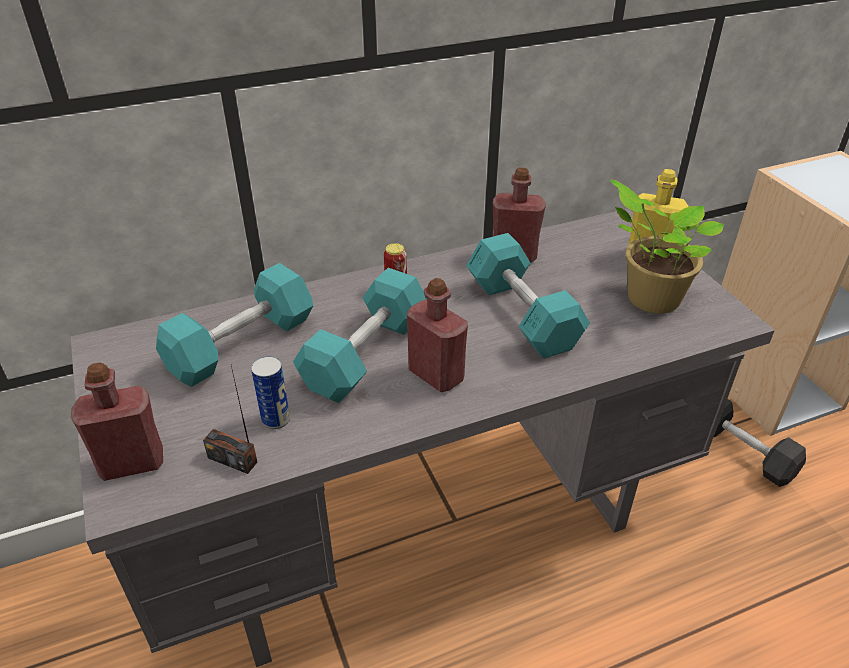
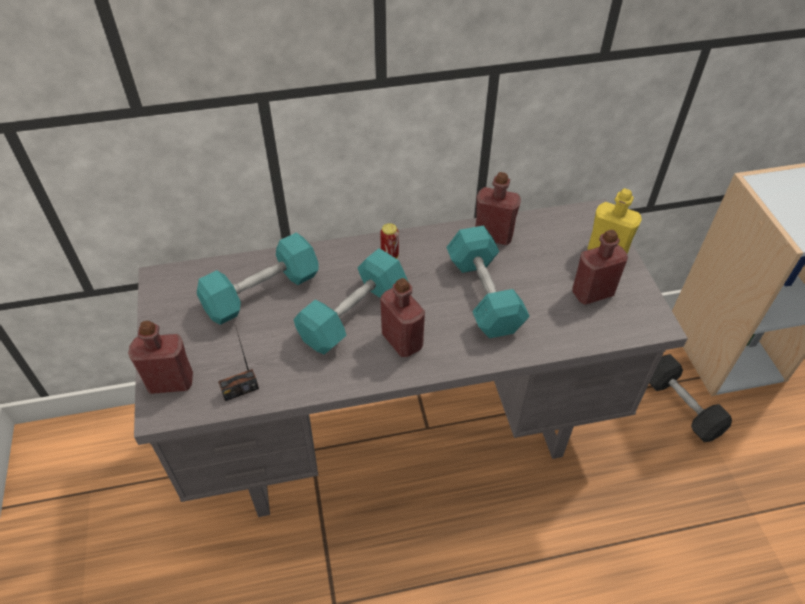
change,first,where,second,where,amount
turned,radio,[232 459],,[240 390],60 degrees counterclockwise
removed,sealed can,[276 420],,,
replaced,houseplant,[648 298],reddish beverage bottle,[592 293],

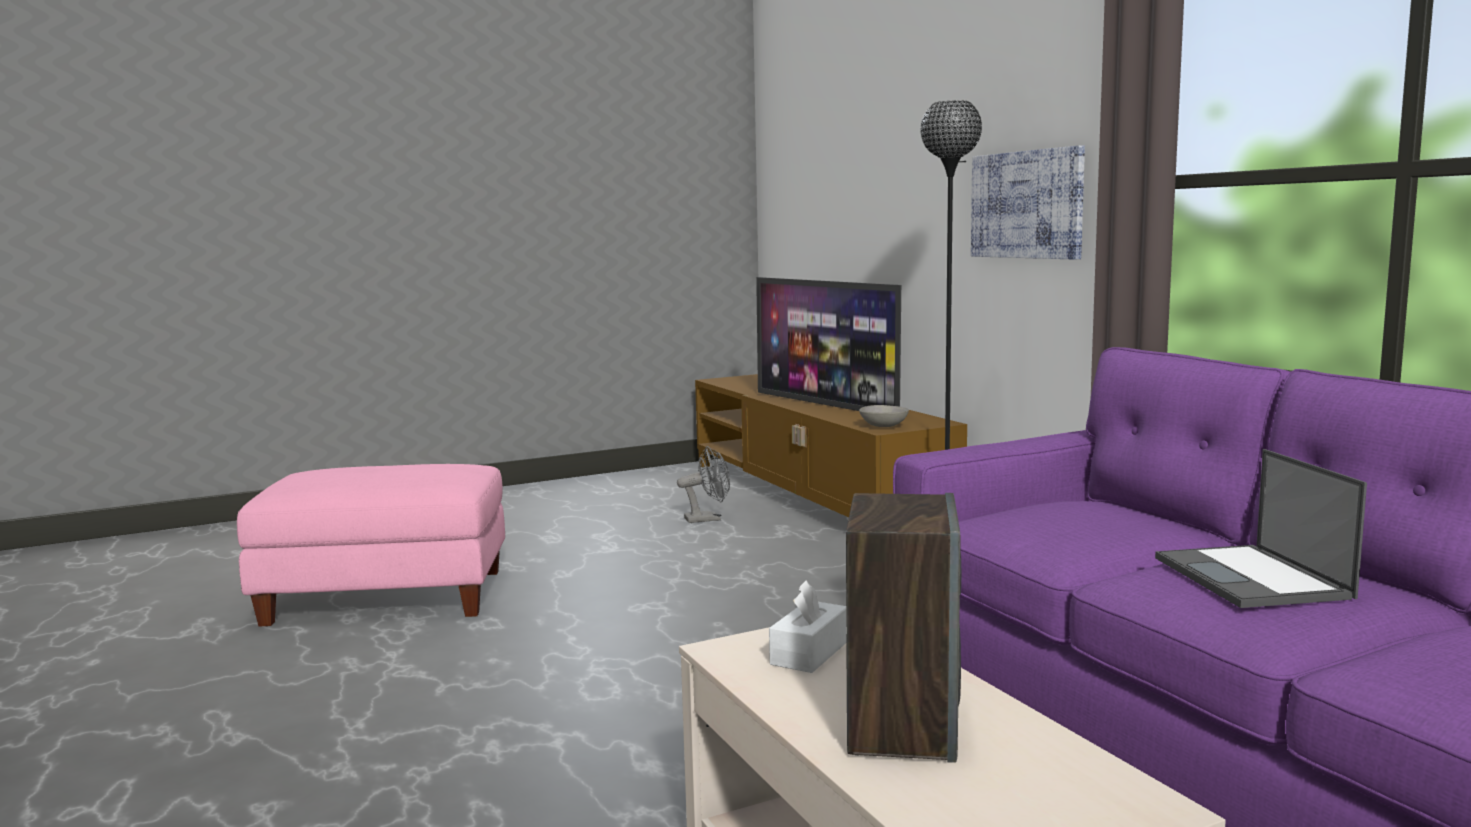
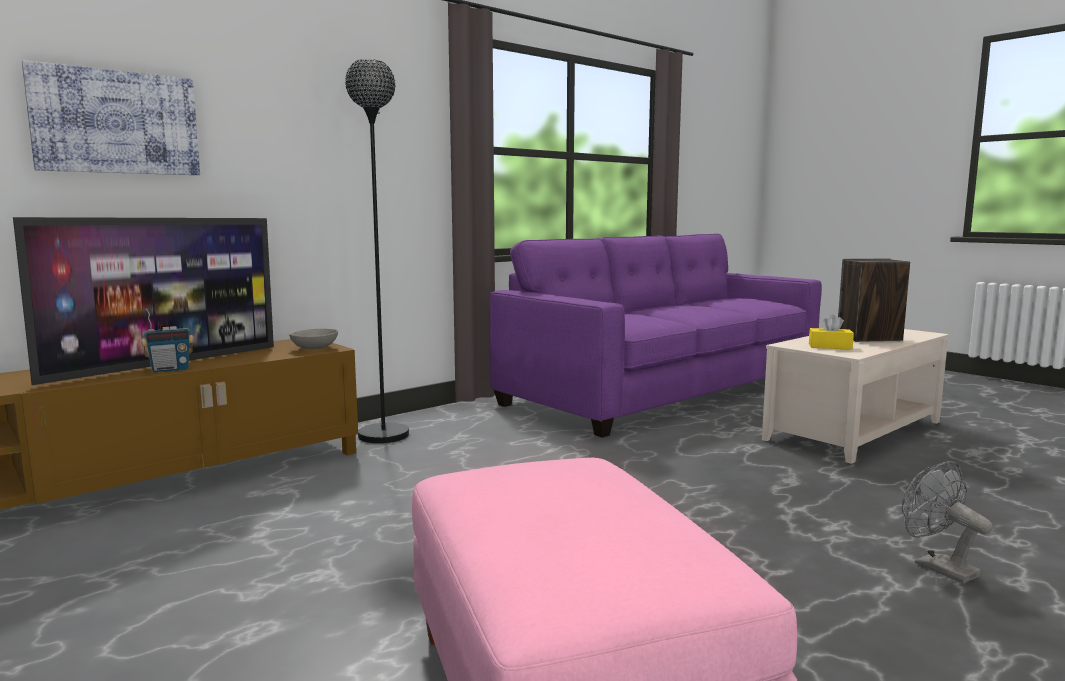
change,first,where,second,where,amount
moved,greyish fan,[708 519],,[937 567],
recoloured,white-coloured tissue box,[809 653],yellowish tissue box,[830 346],
moved,picture,[1027 204],,[116 122],
removed,notebook computer,[1253 578],,,
added,,,radio,[170 370],

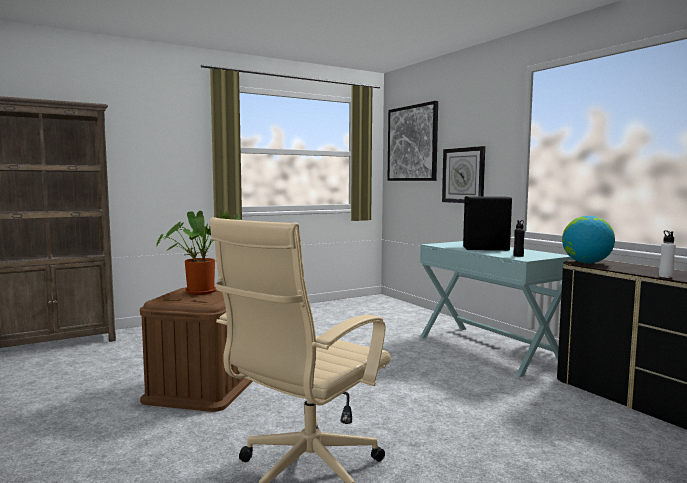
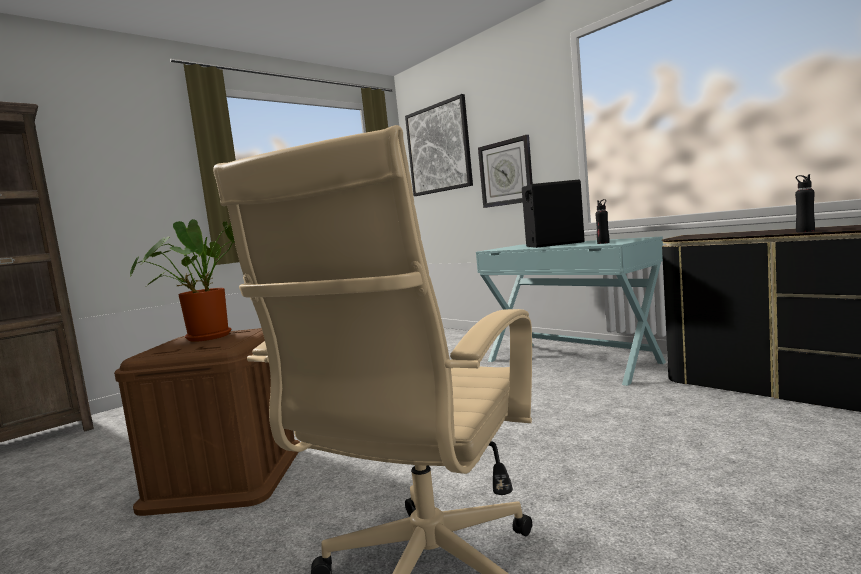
change,first,where,second,where,amount
removed,globe,[586 263],,,
recoloured,white-coloured beverage bottle,[665 276],blackish beverage bottle,[805 231],

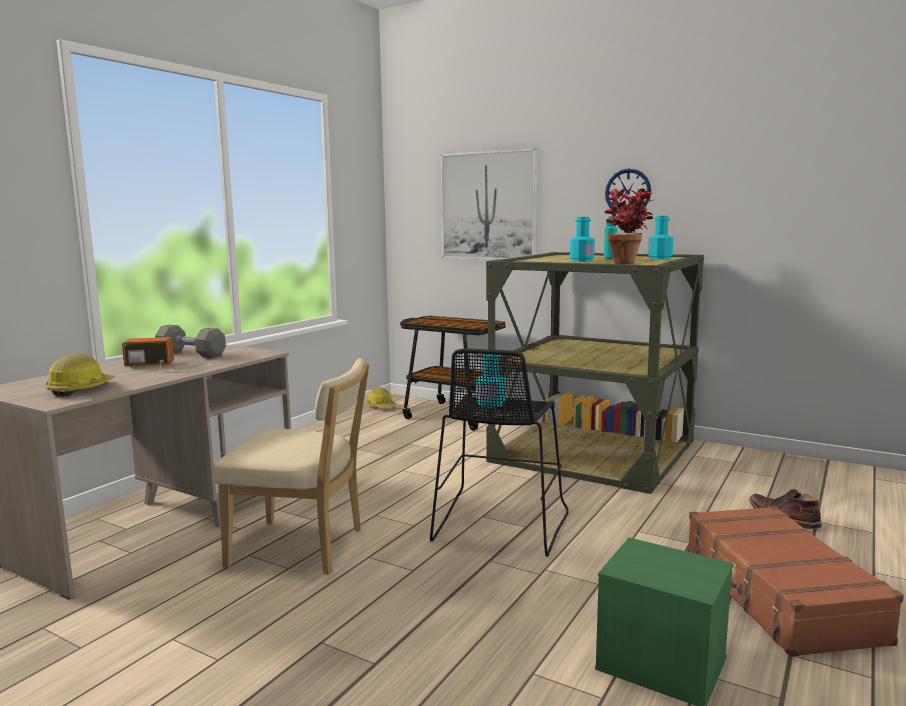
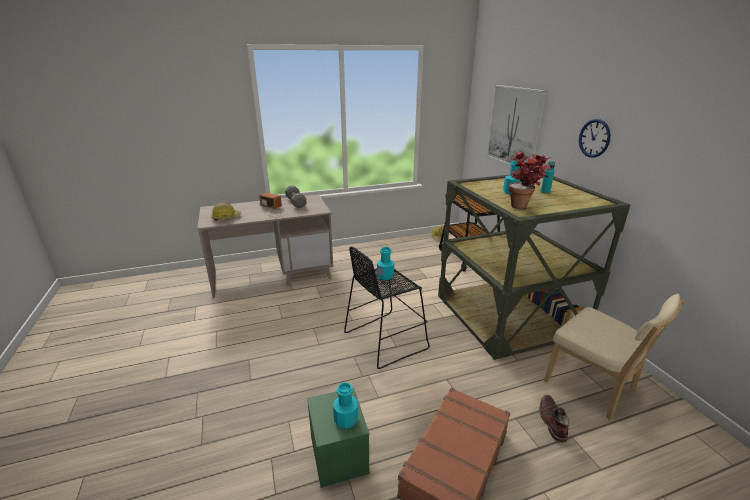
change,first,where,second,where,amount
moved,sand-coloured upright chair,[303 548],,[593 387],
moved,blue-green beverage bottle,[660 258],,[346 420],

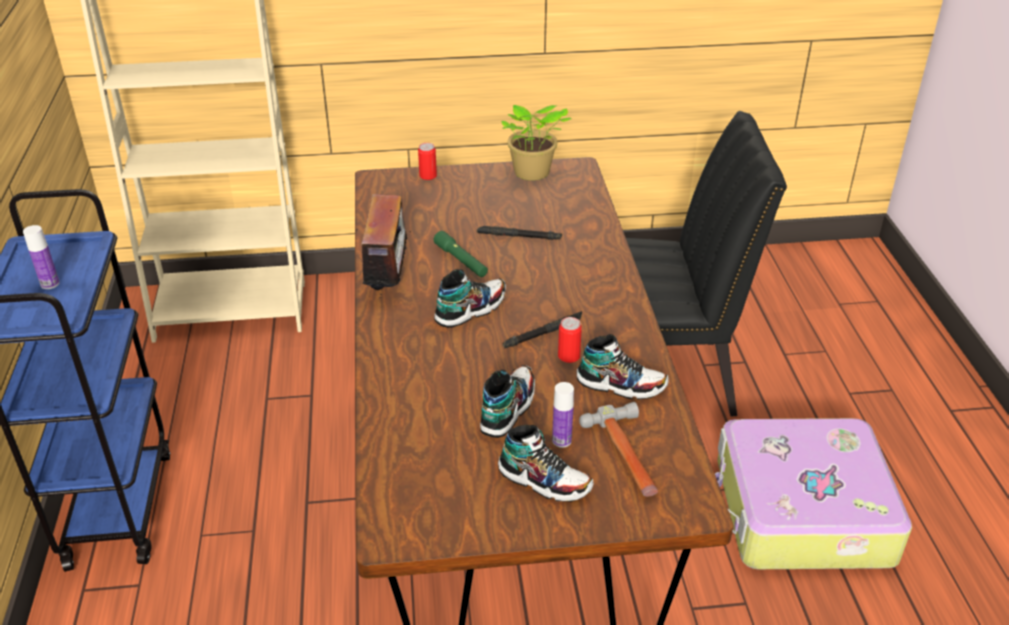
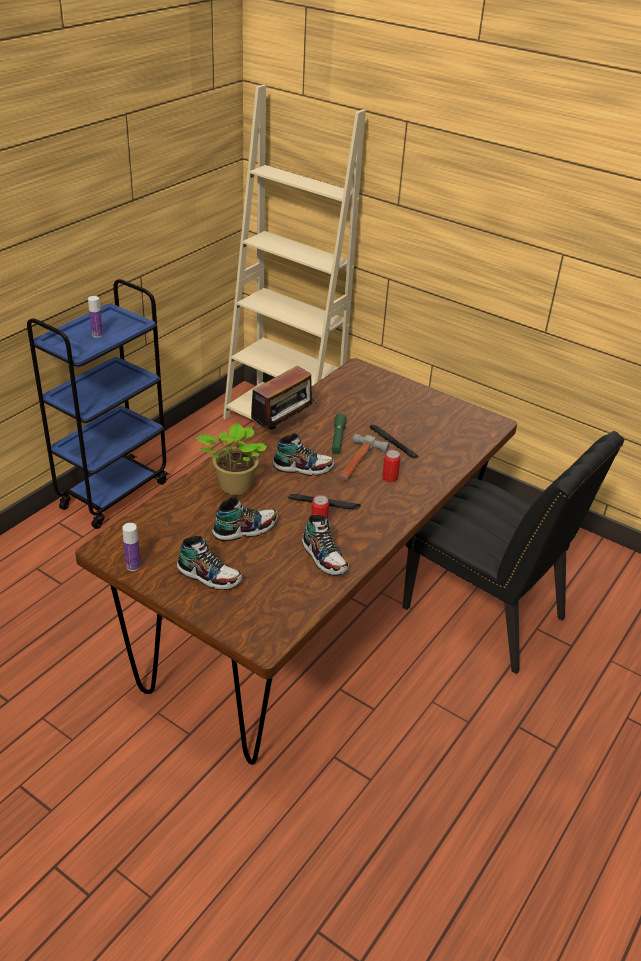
change,first,where,second,where,amount
moved,sealed can,[428 176],,[390 477],
turned,low shoe,[544 481],,[209 576],45 degrees counterclockwise
moved,houseplant,[531 174],,[233 486],
moved,beverage bottle,[561 440],,[133 566],
moved,hammer,[627 456],,[357 463],
removed,piece of luggage,[800 512],,,

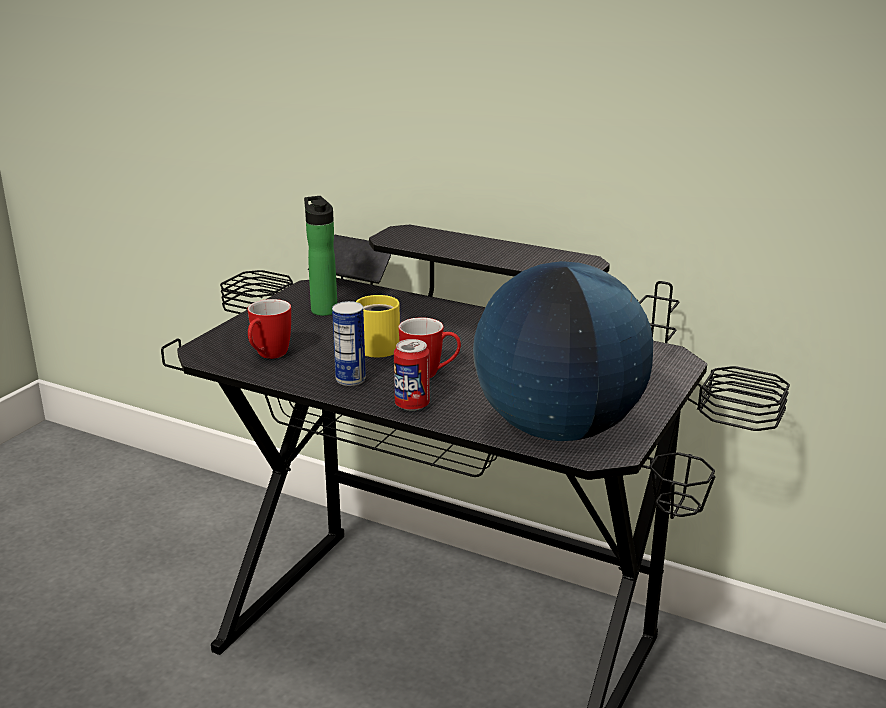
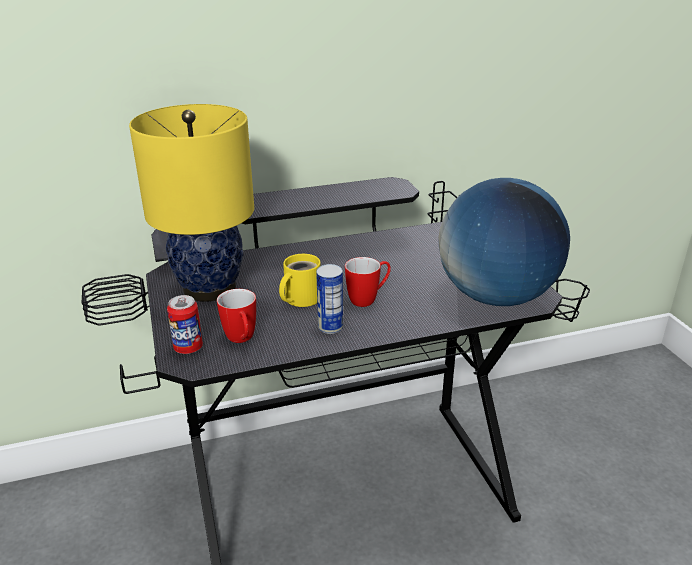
change,first,where,second,where,amount
replaced,beverage bottle,[323 309],yellowish table lamp,[209 287],
moved,sealed can,[412 405],,[188 348],

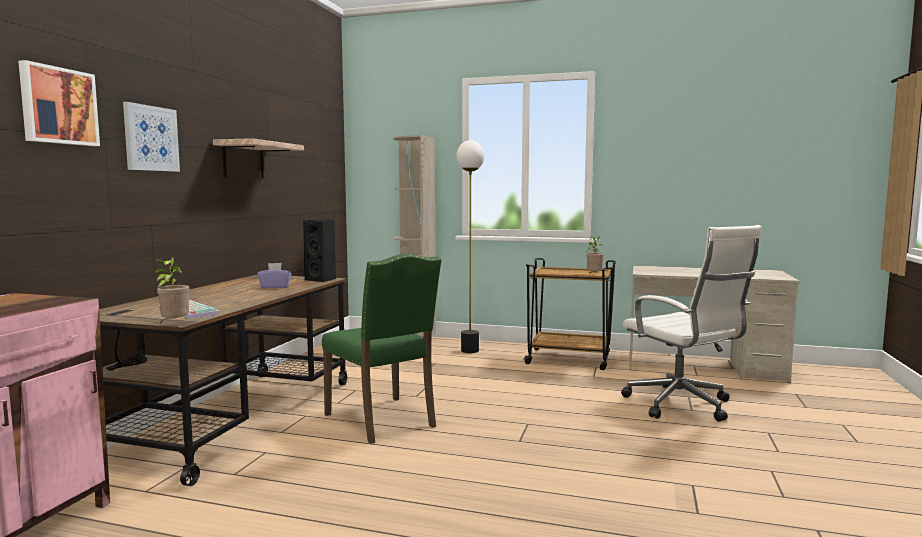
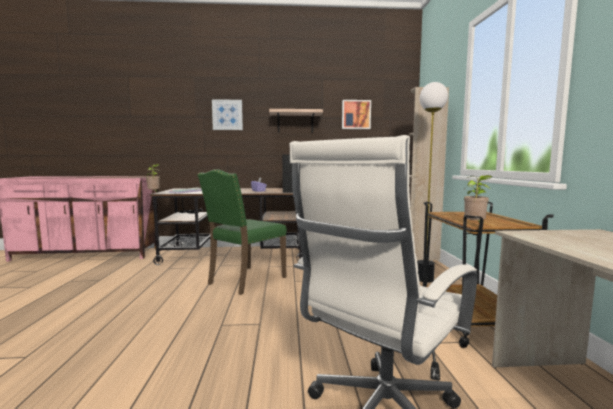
change,first,where,second,where,amount
moved,picture,[58 106],,[356 114],

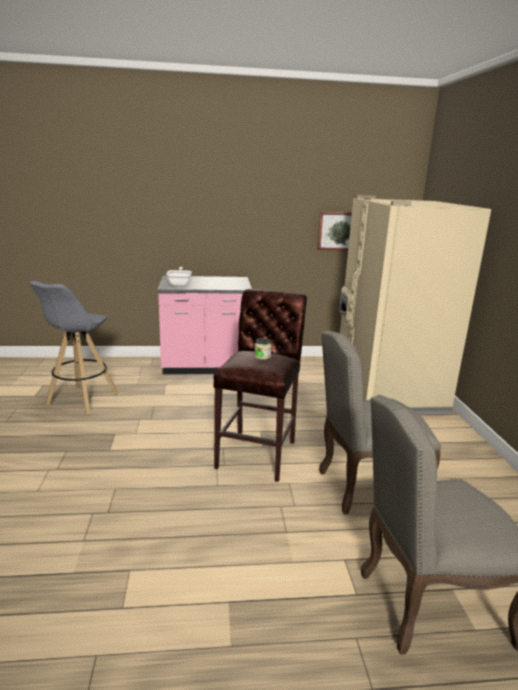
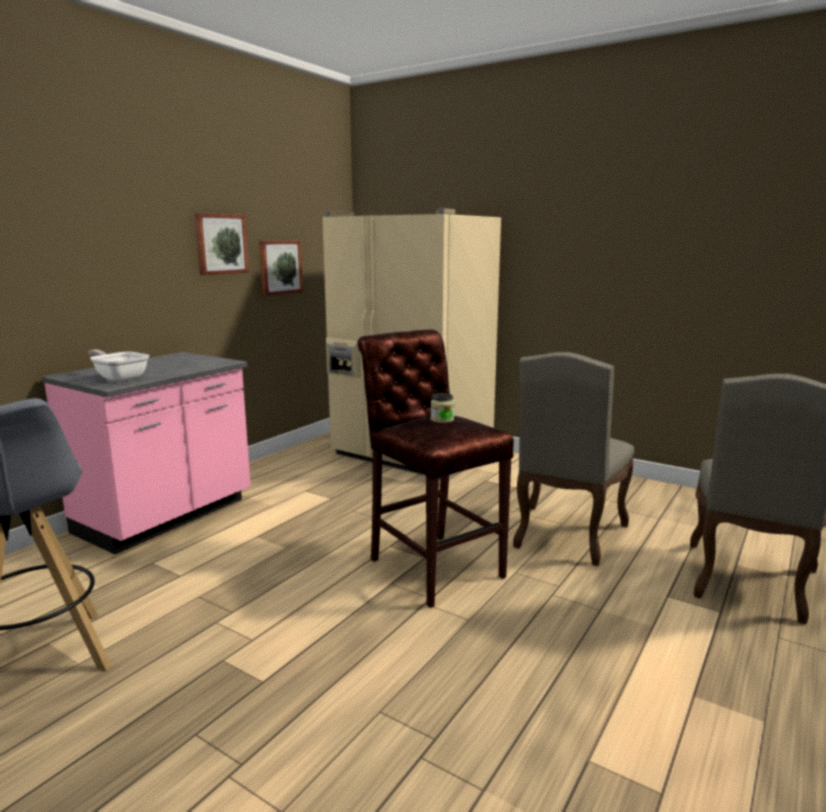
change,first,where,second,where,amount
added,,,picture,[221 244],

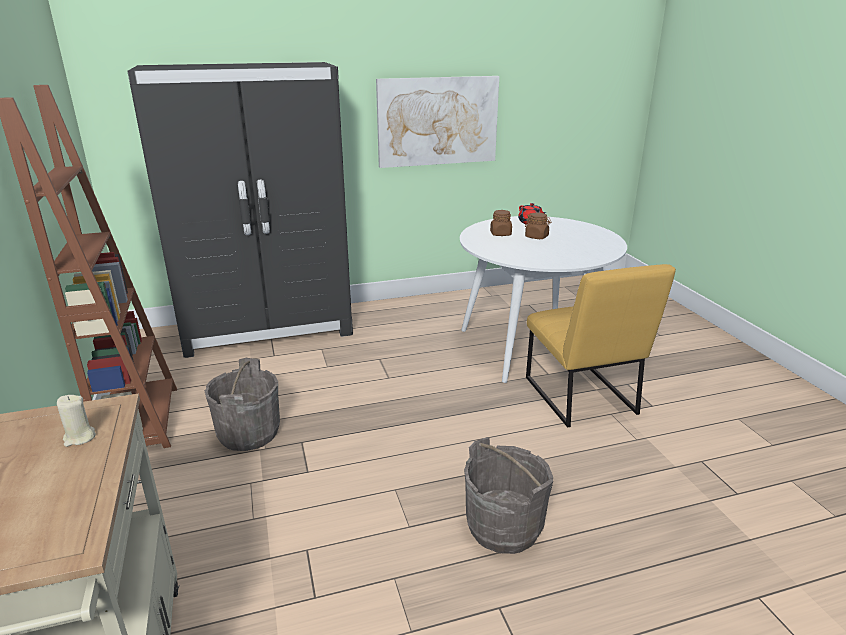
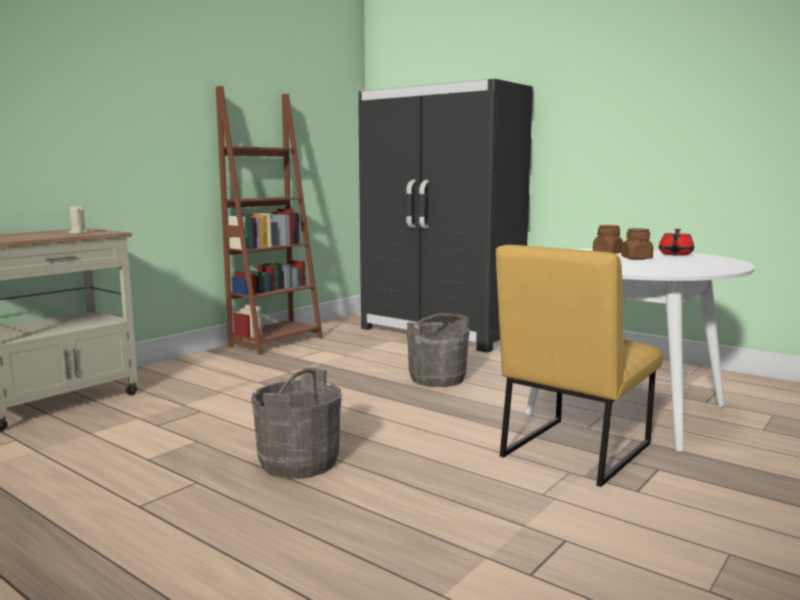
change,first,where,second,where,amount
moved,greyish bucket,[249 433],,[437 379],
removed,picture,[437 121],,,

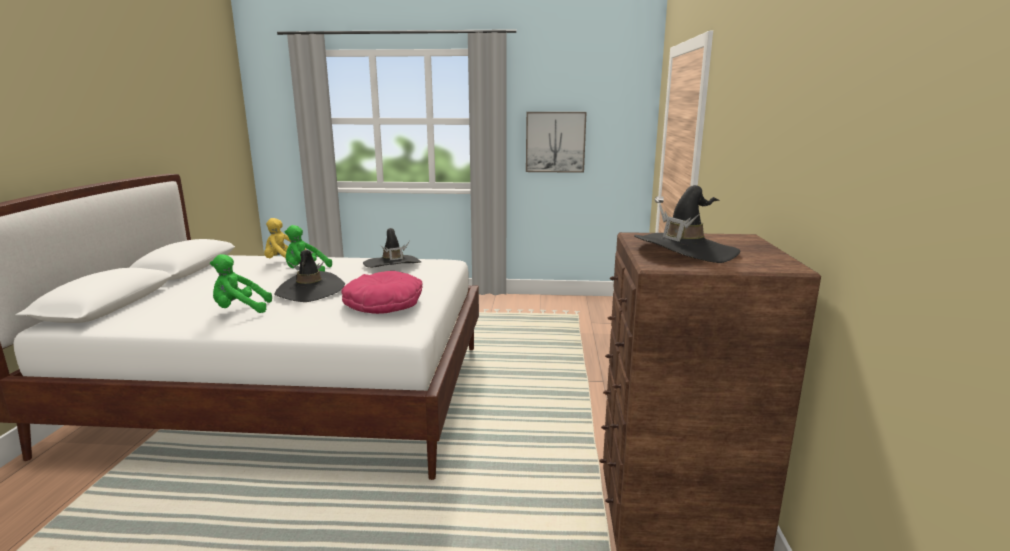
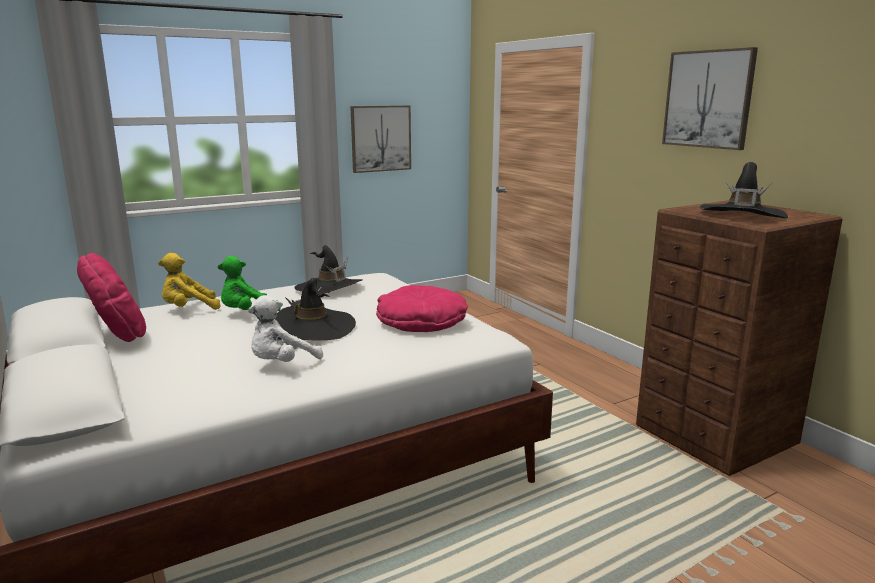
change,first,where,second,where,amount
recoloured,greenish soft toy,[240 310],white-coloured soft toy,[282 363],
added,,,pink pillow,[118 338],
added,,,picture,[708 99],

